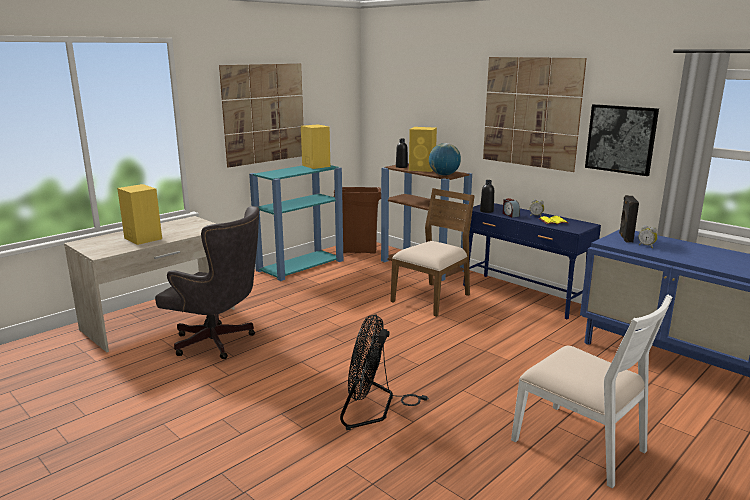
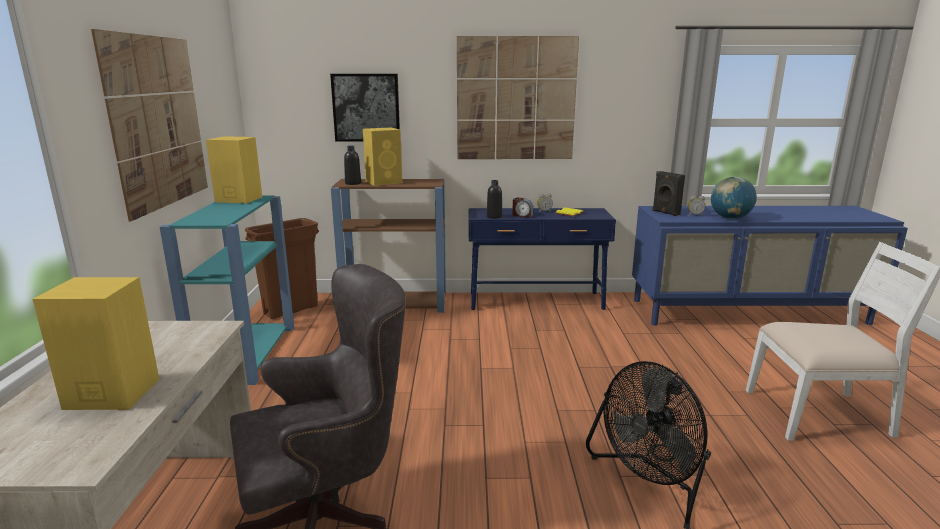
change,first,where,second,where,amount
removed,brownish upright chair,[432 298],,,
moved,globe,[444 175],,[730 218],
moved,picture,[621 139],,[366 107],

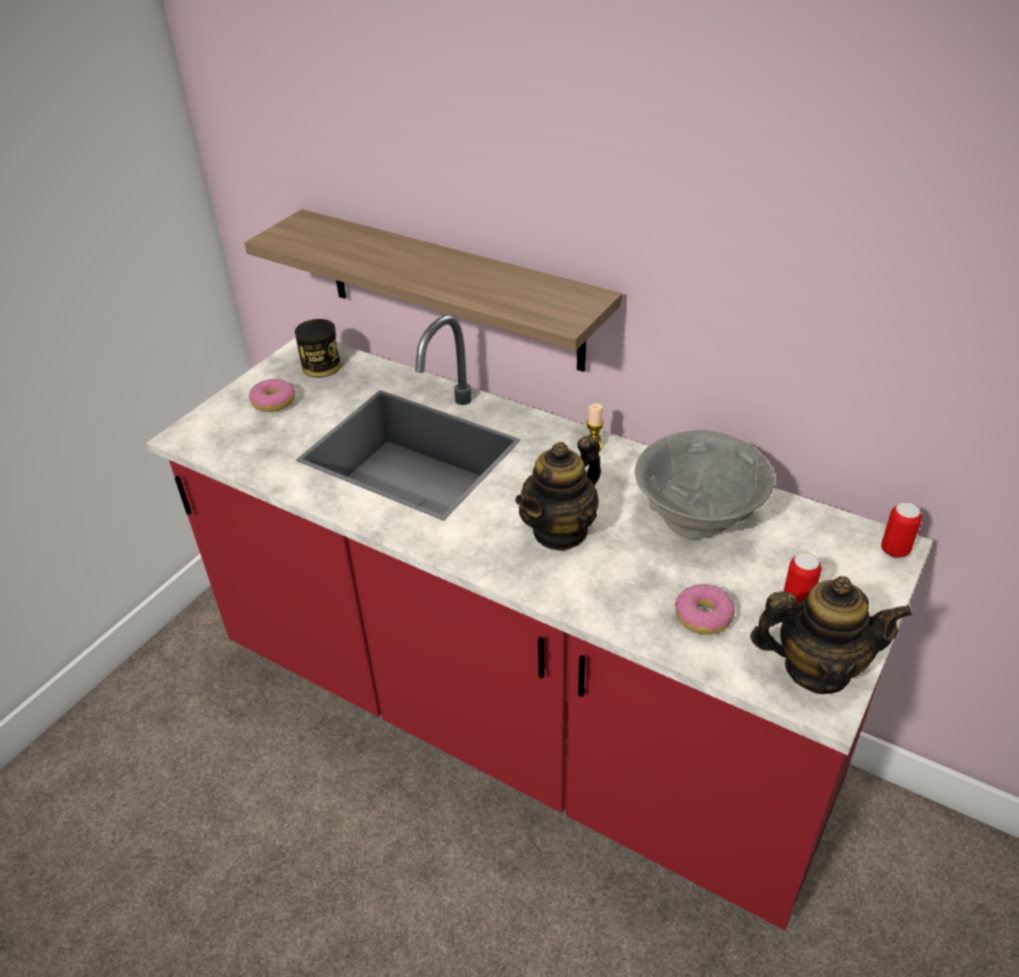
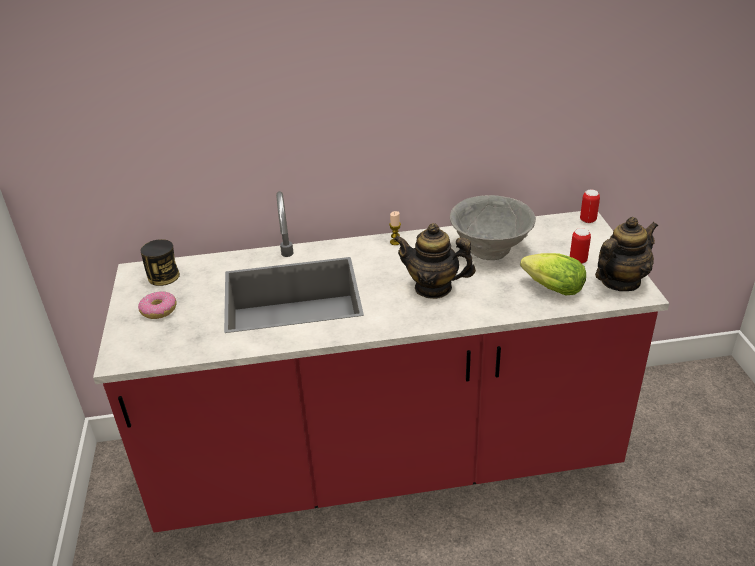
change,first,where,second,where,amount
removed,wall shelf,[452 290],,,
turned,teapot,[560 531],,[433 288],105 degrees clockwise
replaced,ring doughnut,[703 617],lettuce,[549 288],

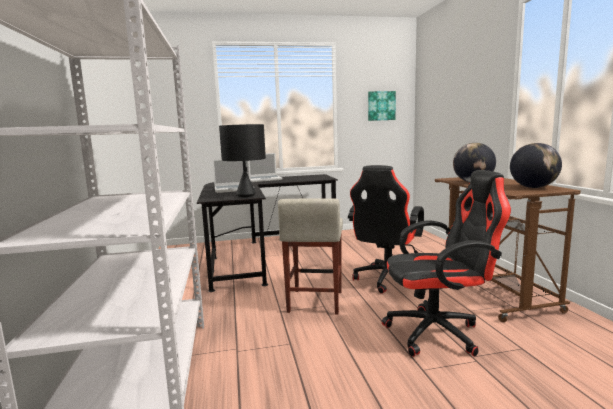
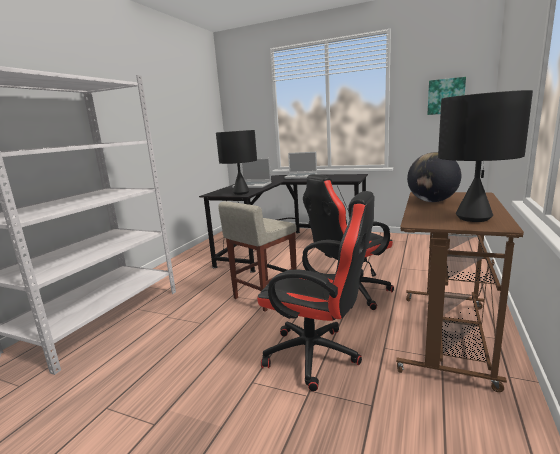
change,first,where,second,where,amount
replaced,globe,[533 187],blackish table lamp,[473 218],

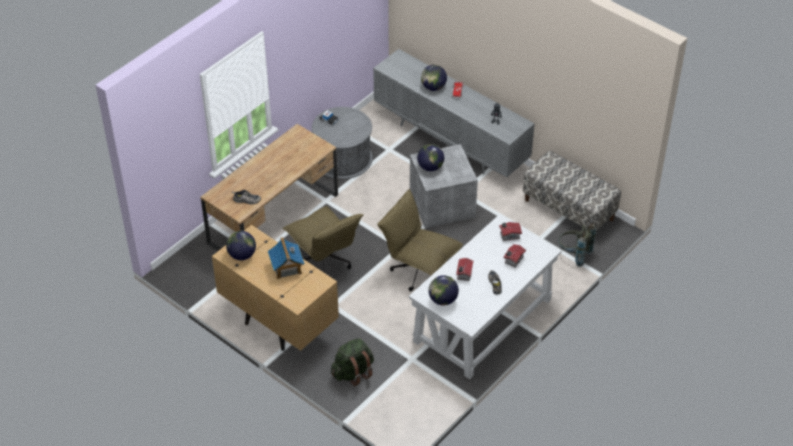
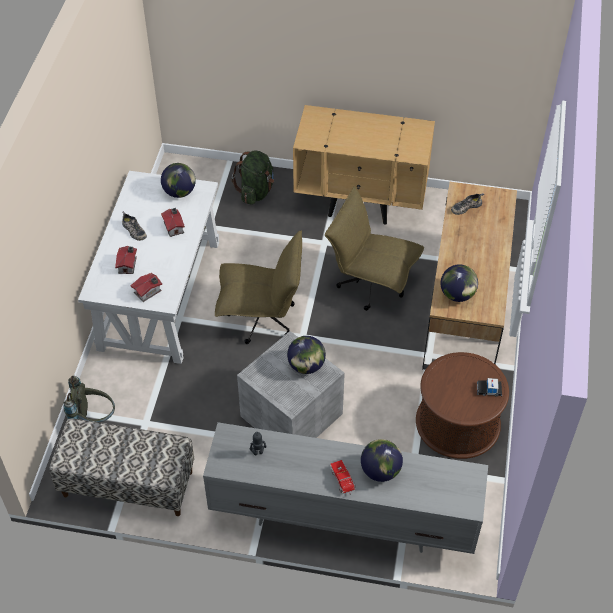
change,first,where,second,where,amount
moved,globe,[242 255],,[457 295],
removed,miniature house,[286 267],,,
recoloured,greyish lounge table,[343 158],brownish lounge table,[458 422],

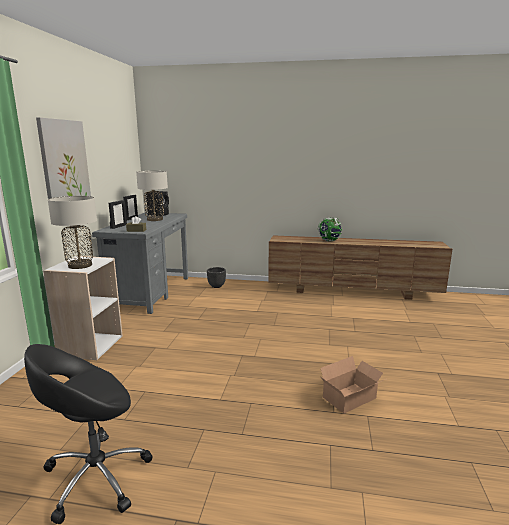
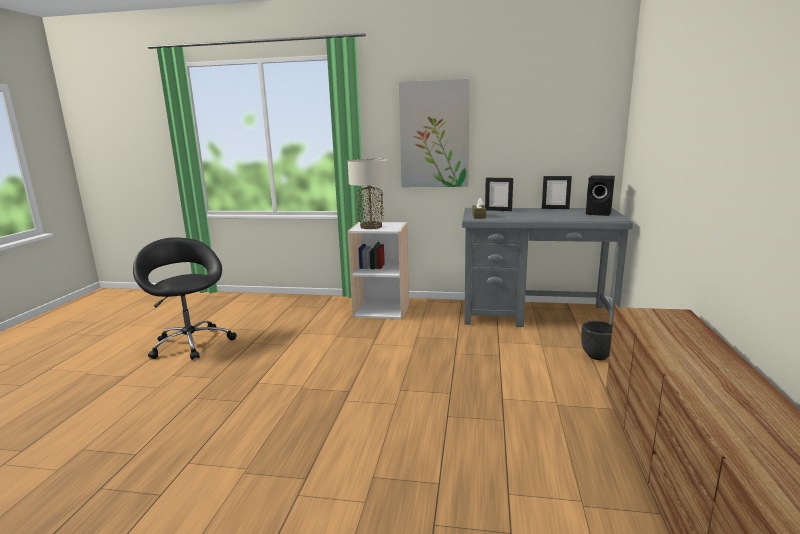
change,first,where,second,where,amount
removed,table lamp,[155 219],,,
removed,globe,[329 241],,,
removed,carton,[351 398],,,

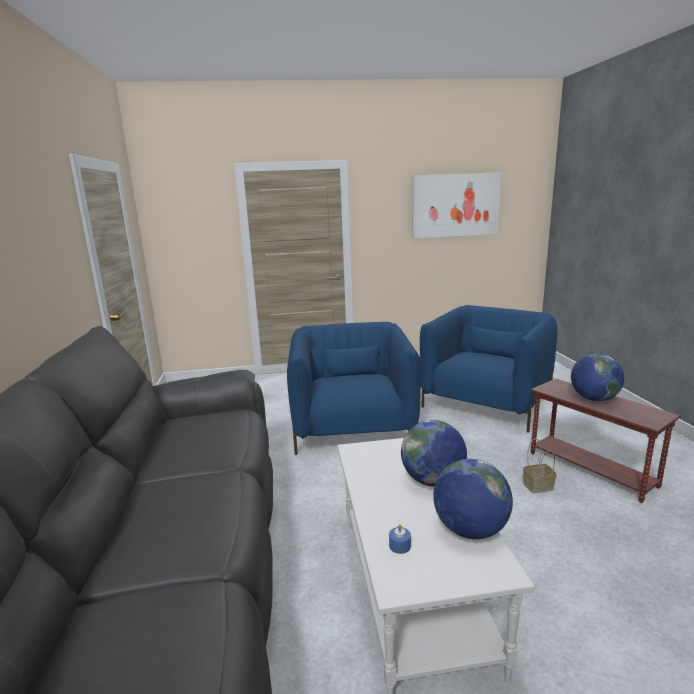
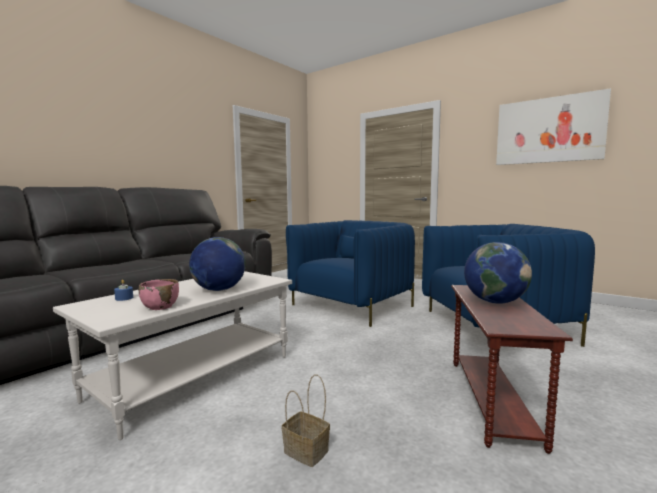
change,first,where,second,where,amount
replaced,globe,[470 530],pink deep dish,[160 307],
moved,storage basket,[538 486],,[307 451],

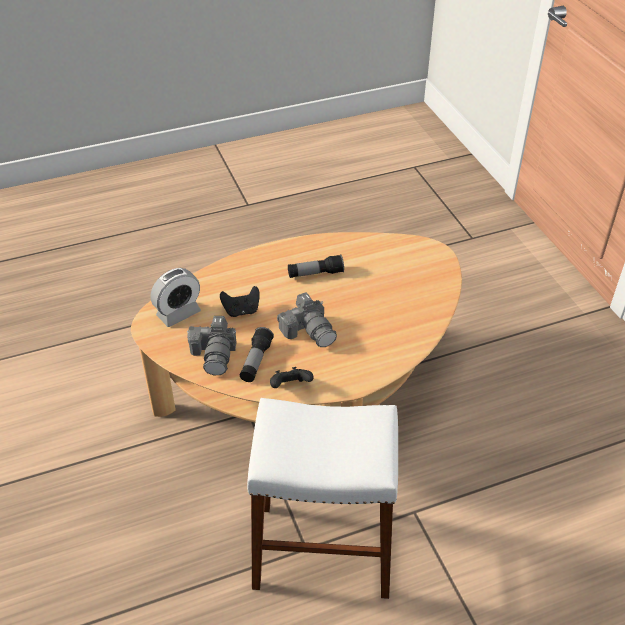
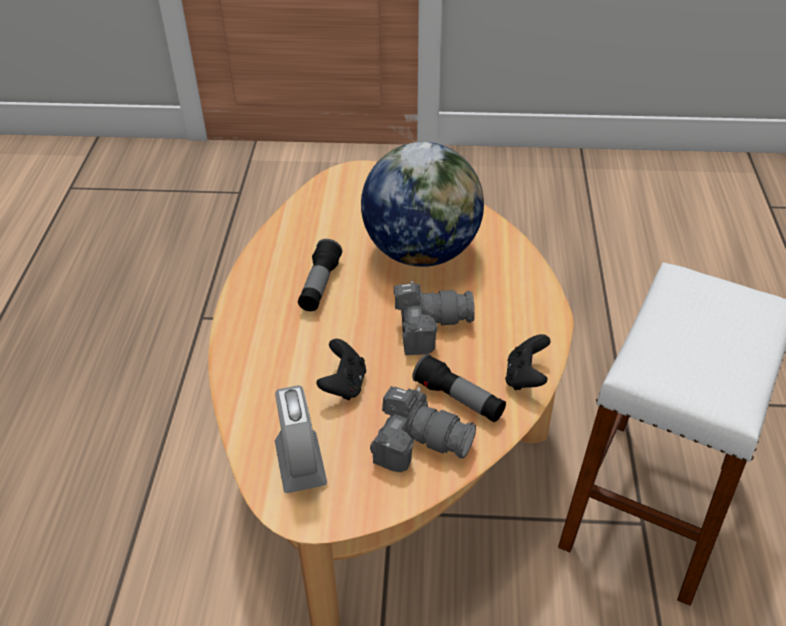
change,first,where,second,where,amount
added,,,globe,[421 251],

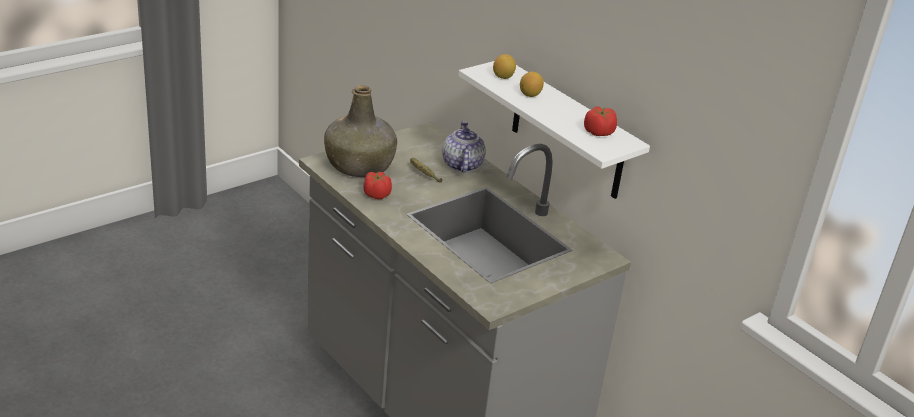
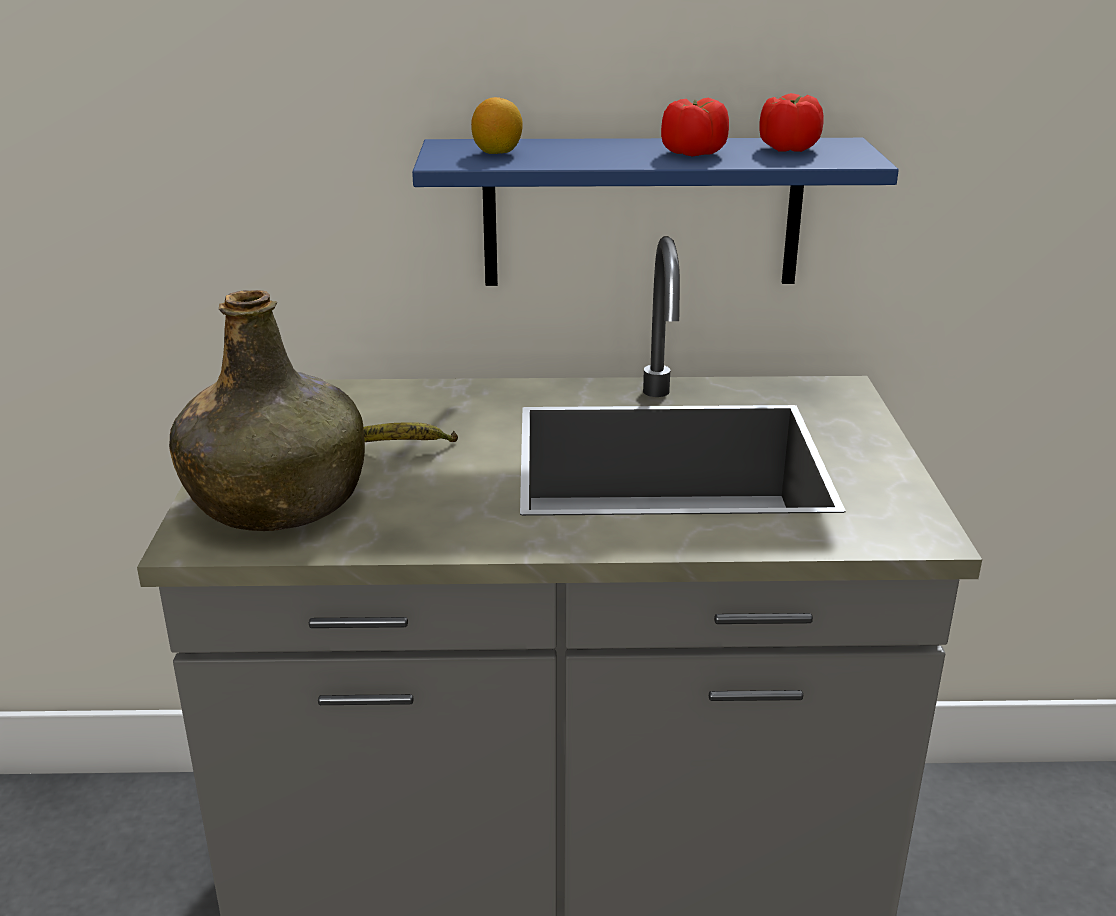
change,first,where,second,where,amount
moved,tomato,[376 195],,[692 153],
removed,teapot,[461 165],,,
recoloured,white-coloured wall shelf,[568 131],blue-coloured wall shelf,[642 212],
removed,whole lemon,[530 95],,,

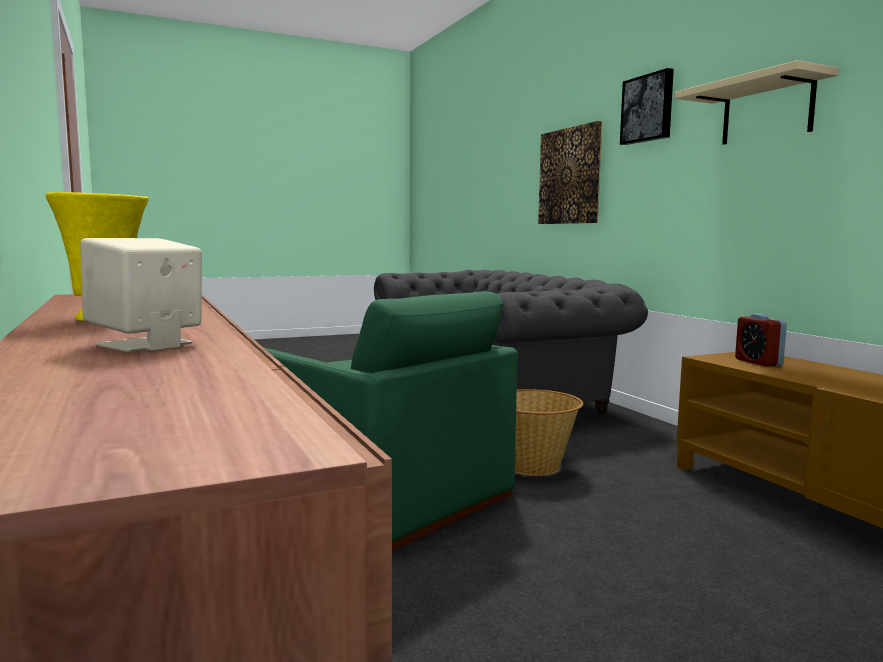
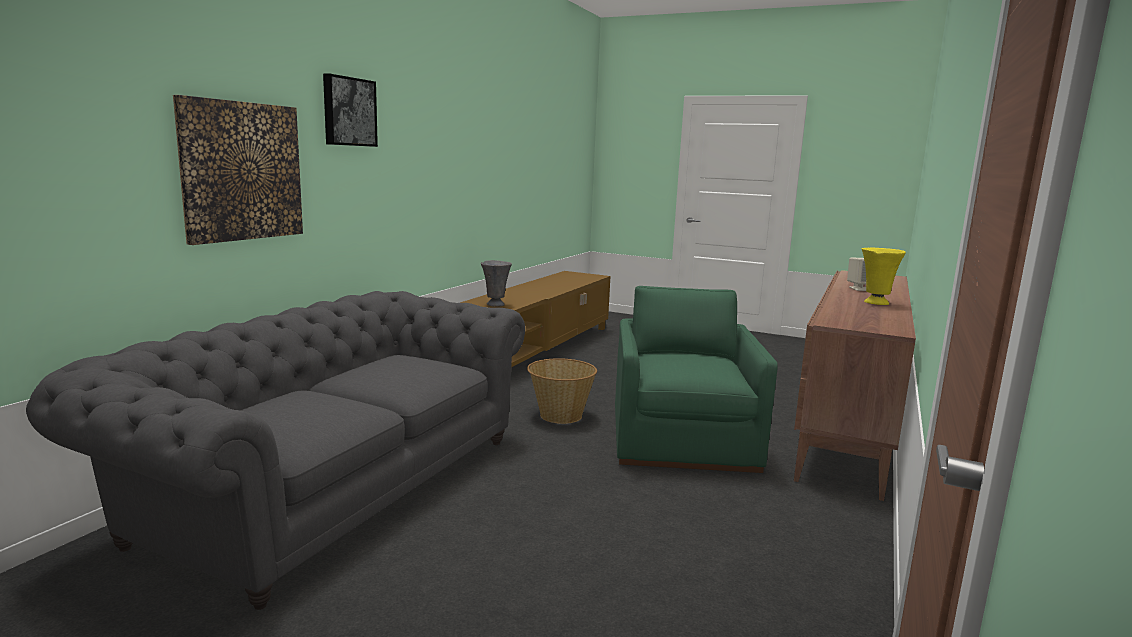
change,first,where,second,where,amount
removed,sand-coloured wall shelf,[767 111],,,
replaced,table clock,[758 362],greyish vase,[495 304],

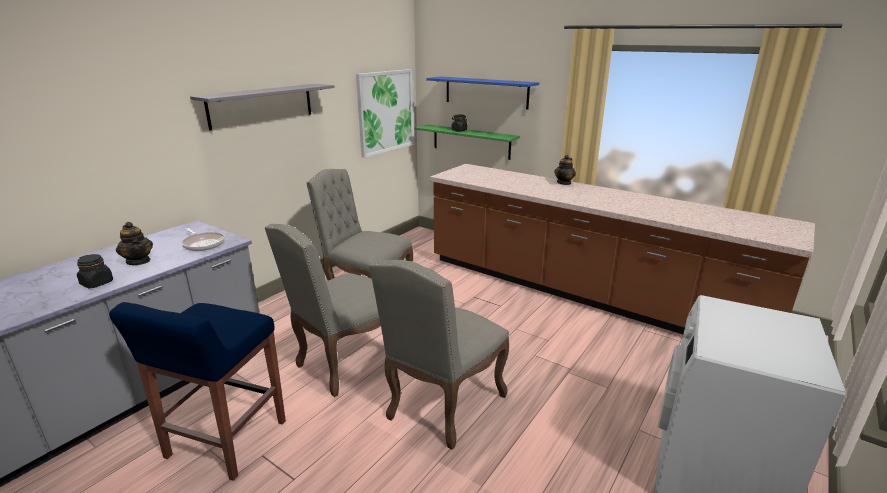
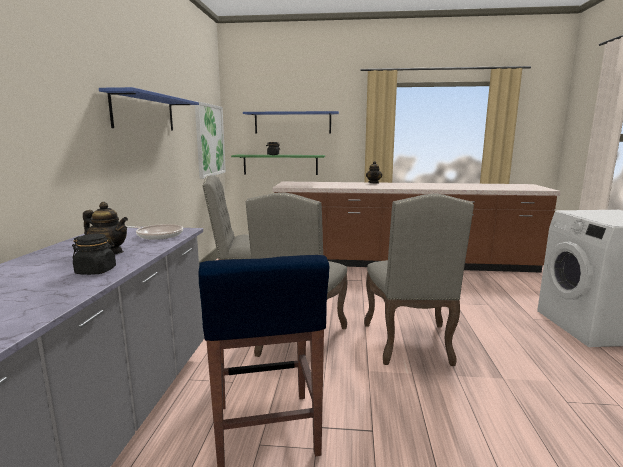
change,first,where,second,where,amount
recoloured,greyish wall shelf,[262 105],blue-coloured wall shelf,[144 113],

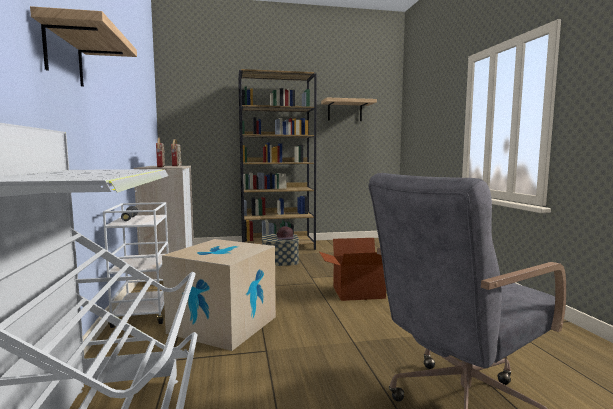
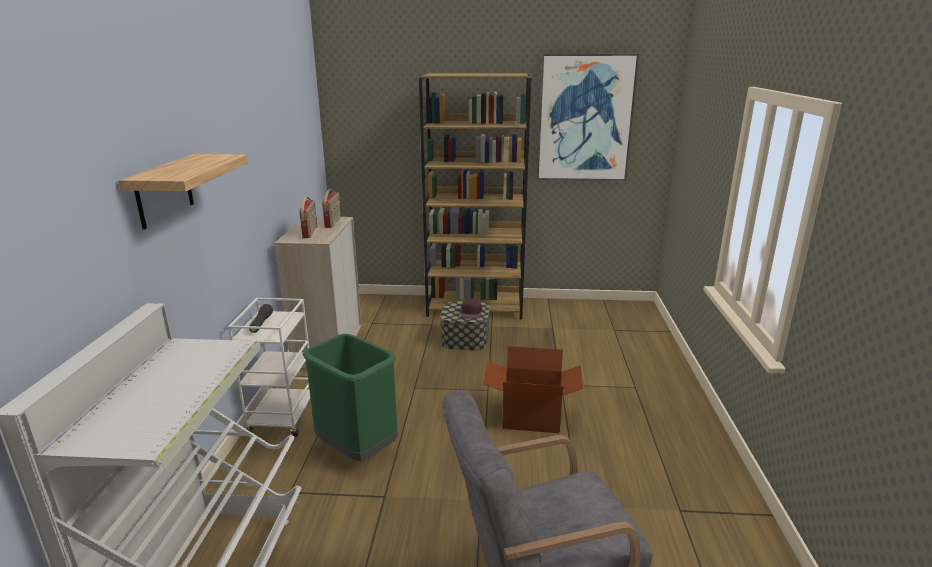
change,first,where,second,where,amount
replaced,carton,[223 325],greenish rubbish bin,[356 448],
replaced,wall shelf,[344 111],picture,[584 118],

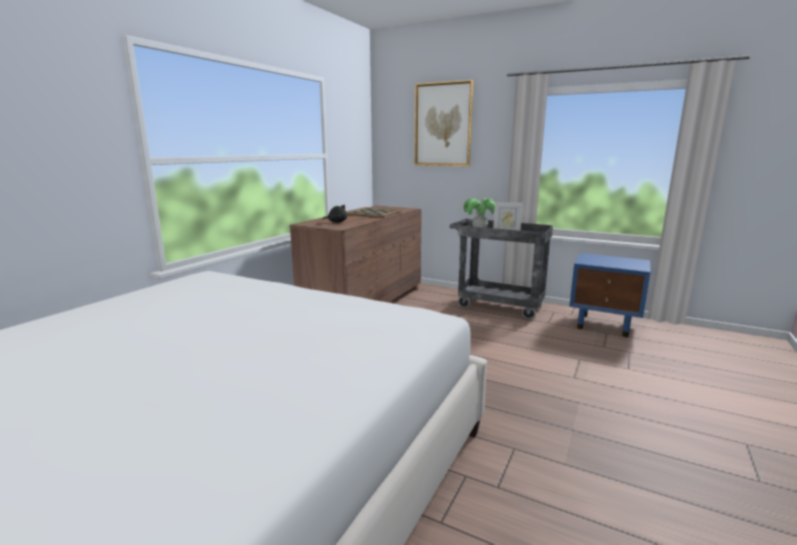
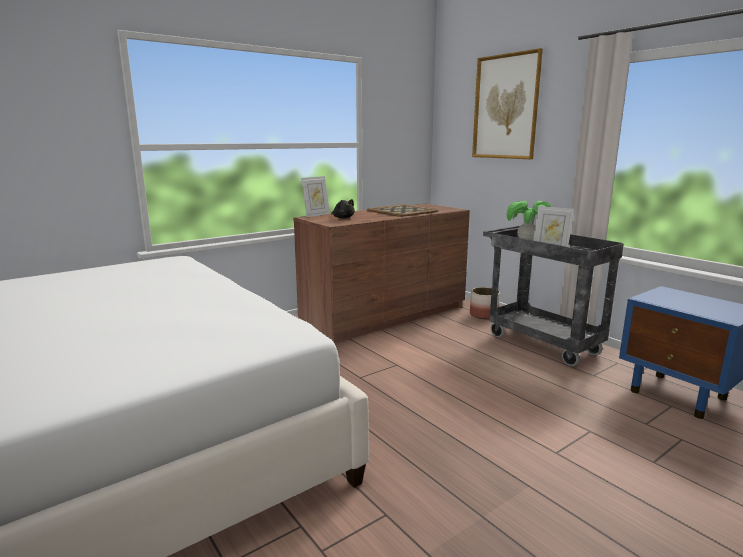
change,first,where,second,where,amount
added,,,picture frame,[316 215],
added,,,plant pot,[484 315],

